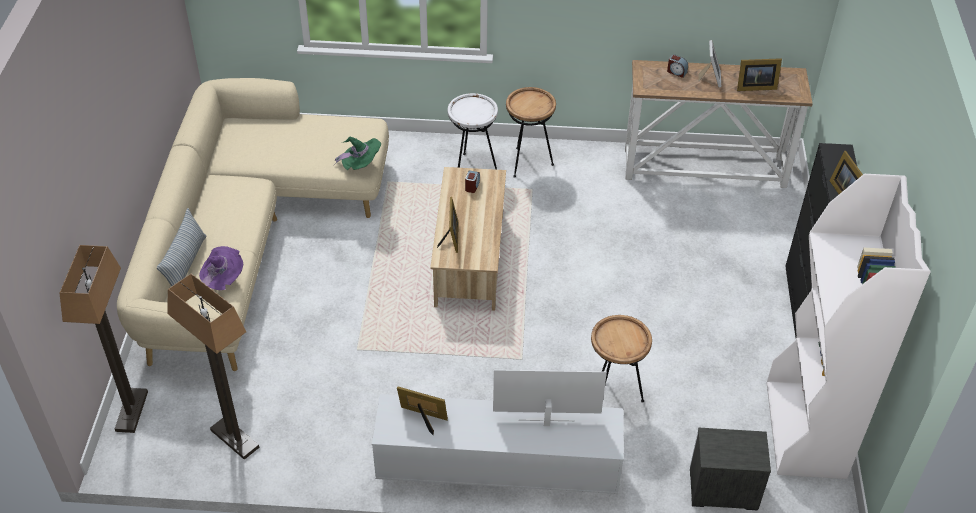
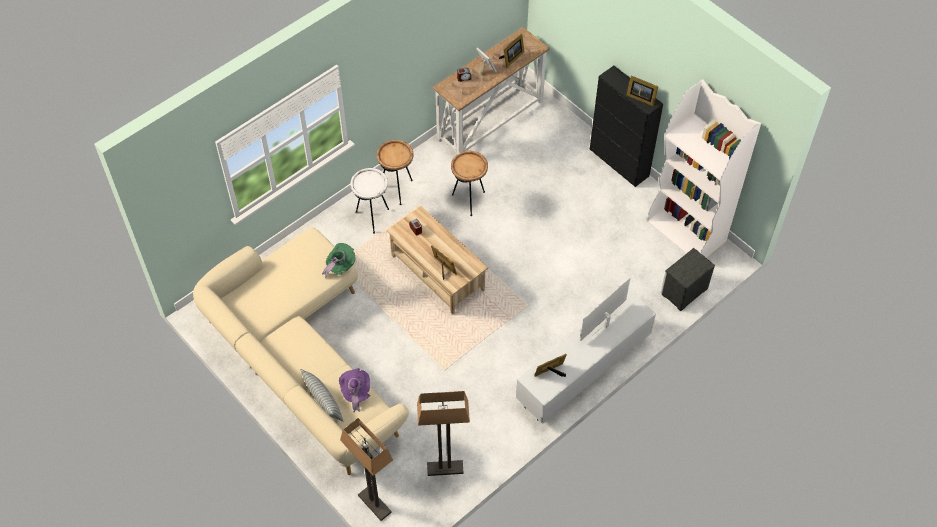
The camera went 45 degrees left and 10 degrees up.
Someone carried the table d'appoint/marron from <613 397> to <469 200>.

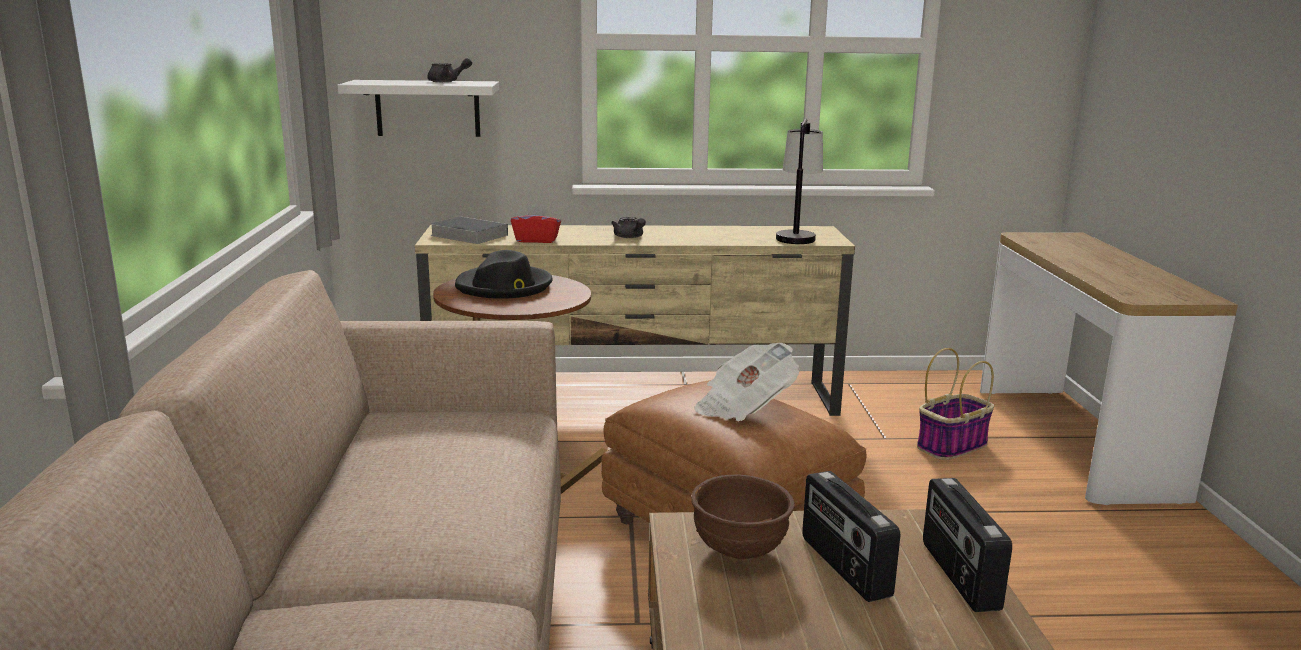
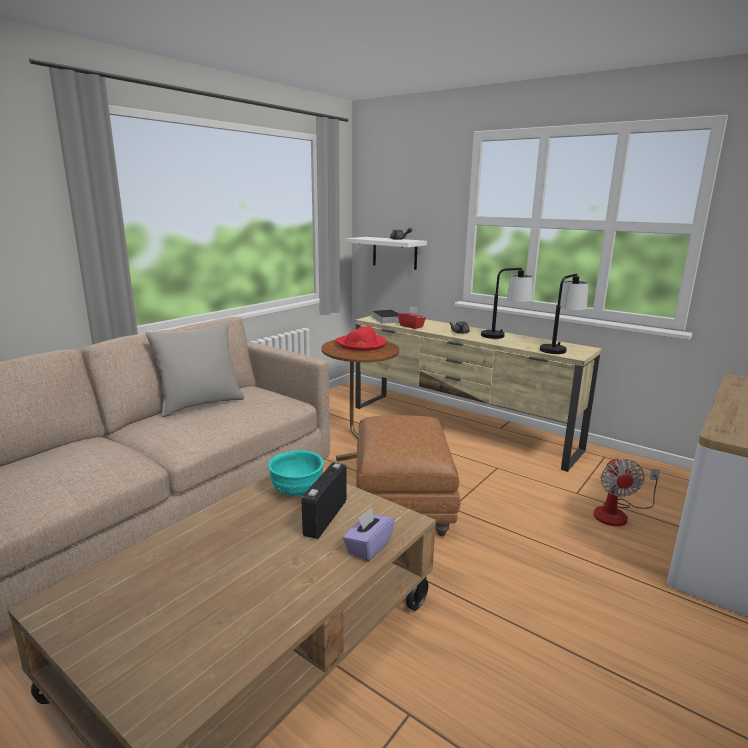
The camera went 40 degrees right and 0 degrees up.
Someone repainted the chapeau/noir at <504 286>, which became the chapeau/rouge at <361 344>.
Someone repainted the bol/marron at <740 552>, which became the bol/turquoise at <297 492>.
Someone took away the journal at <744 407>.
Someone swapped the panier at <952 446> for the ventilateur at <618 513>.
Someone swapped the radio at <958 575> for the boîte à mouchoirs/violet at <368 547>.
Someone put down the coussin/gris at <200 404>.
Someone put down the lampe de table at <504 336>.

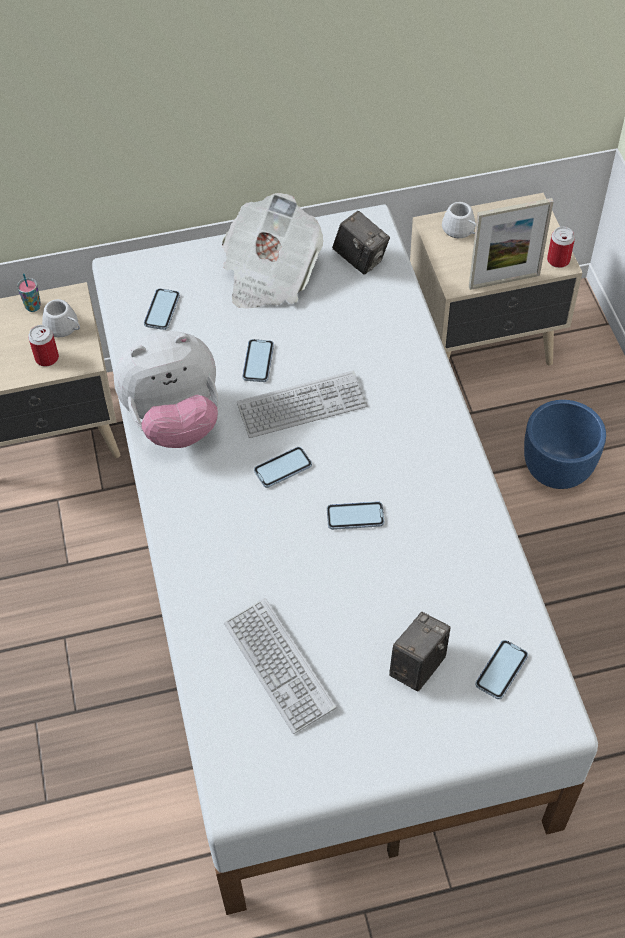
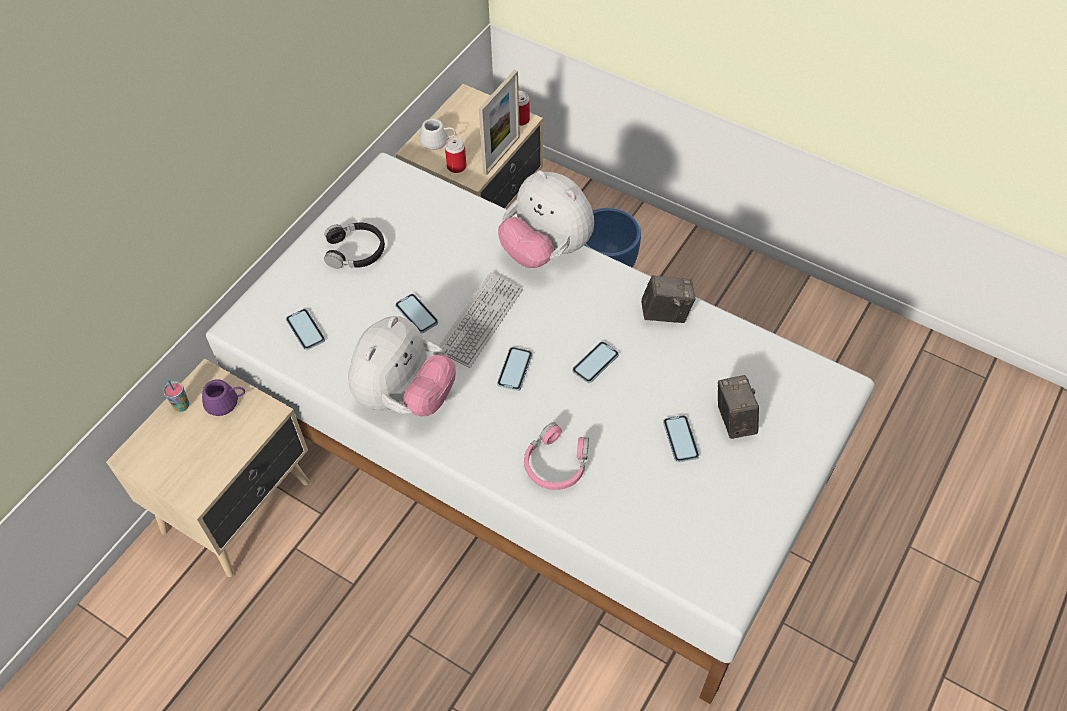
The camera went 45 degrees left and 0 degrees up.
Someone carried the boîte métallique from <47 358> to <456 166>.
Someone repainted the mug/blanc at <65 328>, which became the mug/violet at <226 402>.
Someone swapped the journal at <269 274> for the casque audio/noir at <355 251>.
Someone took away the clavier at <279 666>.
Someone carried the appareil photo from <360 259> to <665 313>.
Someone carried the téléphone from <501 670> to <680 439>.
Someone put down the peluche at <546 250>.
Someone put down the casque audio/rose at <556 463>.

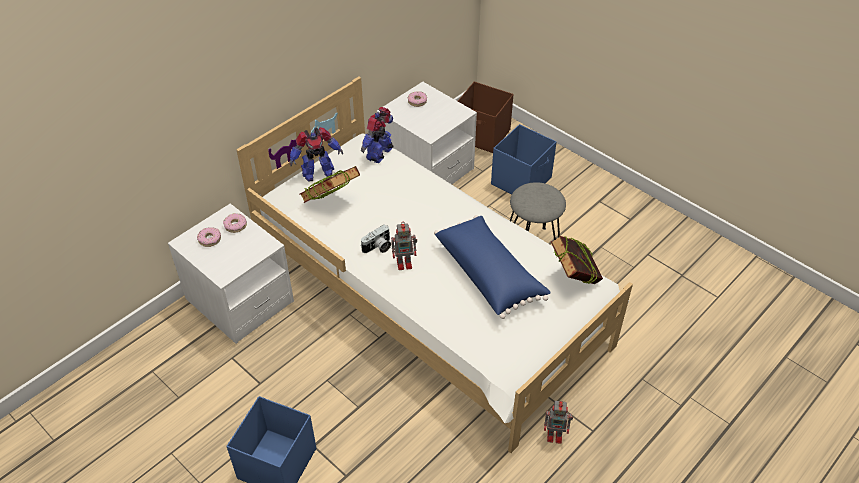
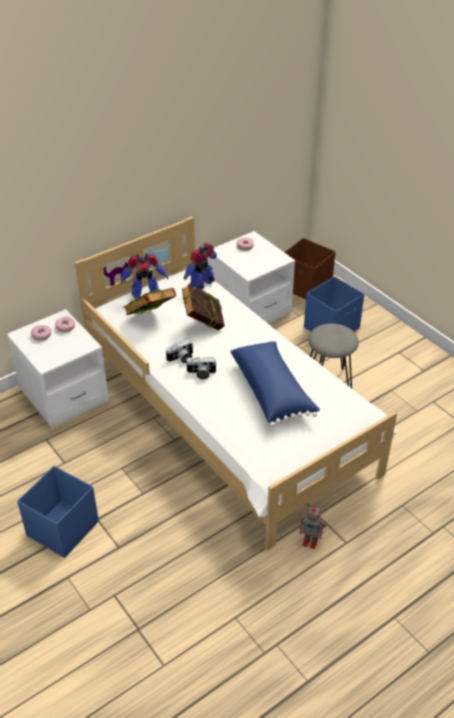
The camera went 10 degrees right and 5 degrees down.
Someone swapped the robot jouet at <405 263> for the appareil photo at <201 373>.
Someone carried the livre from <573 278> to <203 324>.

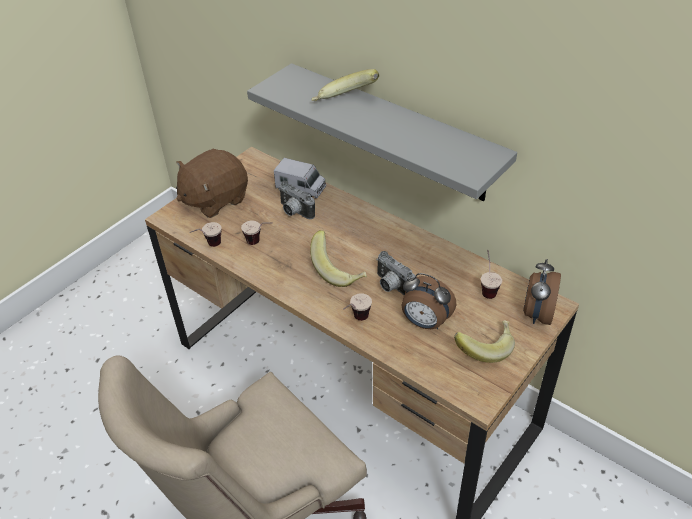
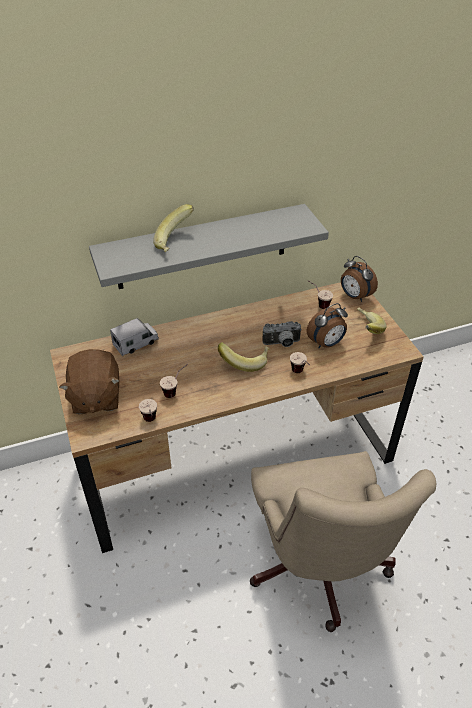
The camera went 60 degrees left and 0 degrees up.
Someone took away the appareil photo at <294 212>.

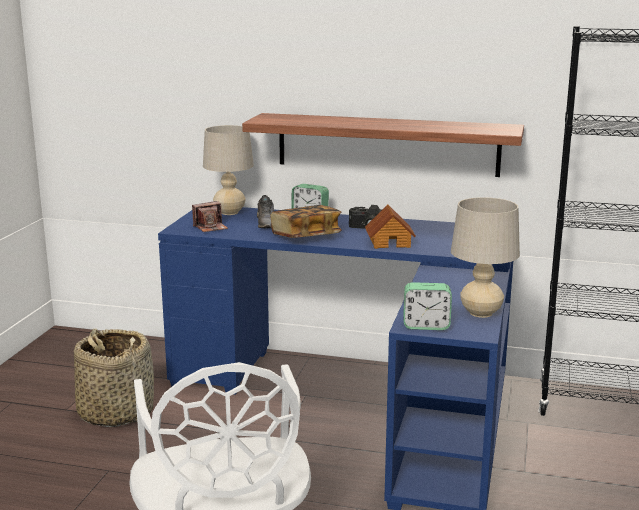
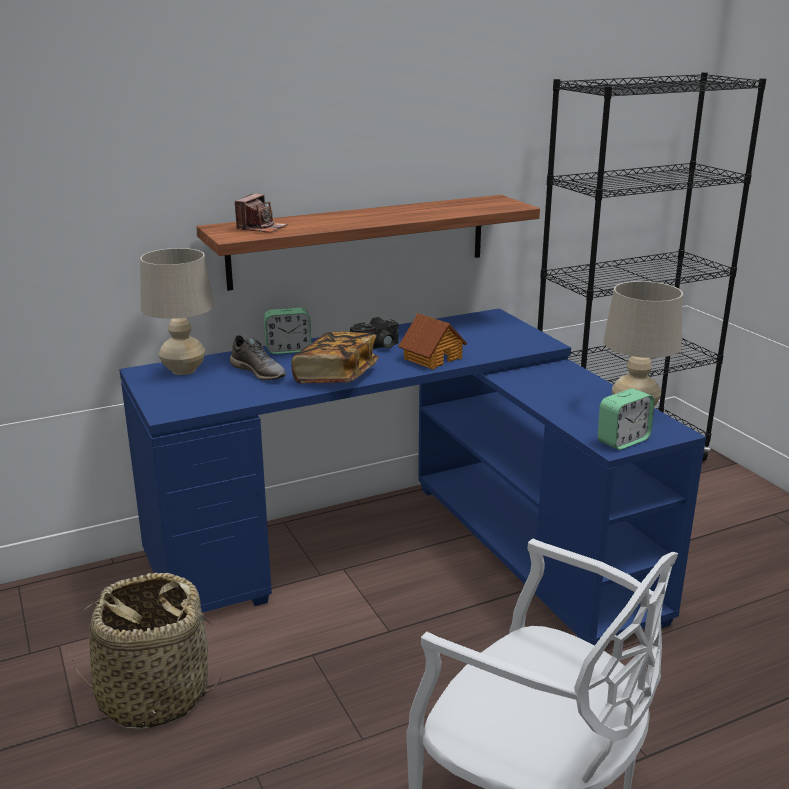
The camera went 40 degrees left and 5 degrees up.
Someone carried the appareil photo from <210 227> to <261 228>.

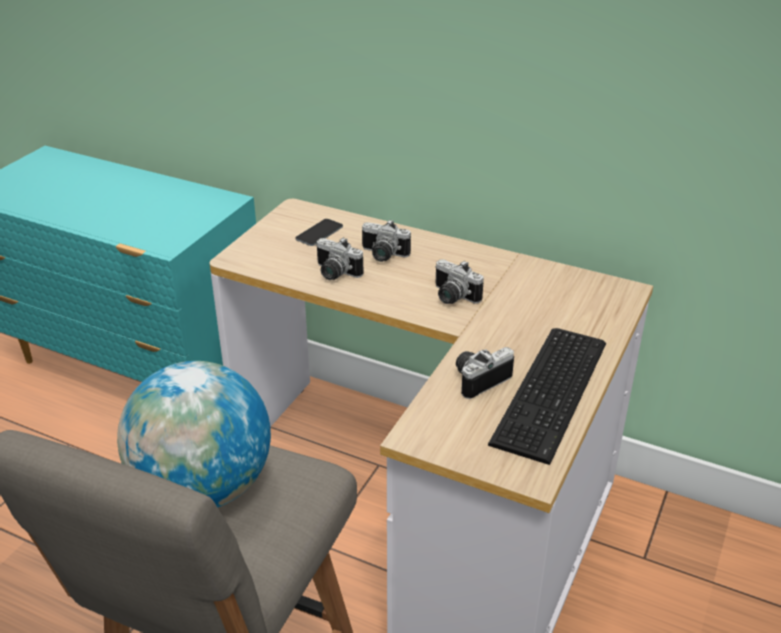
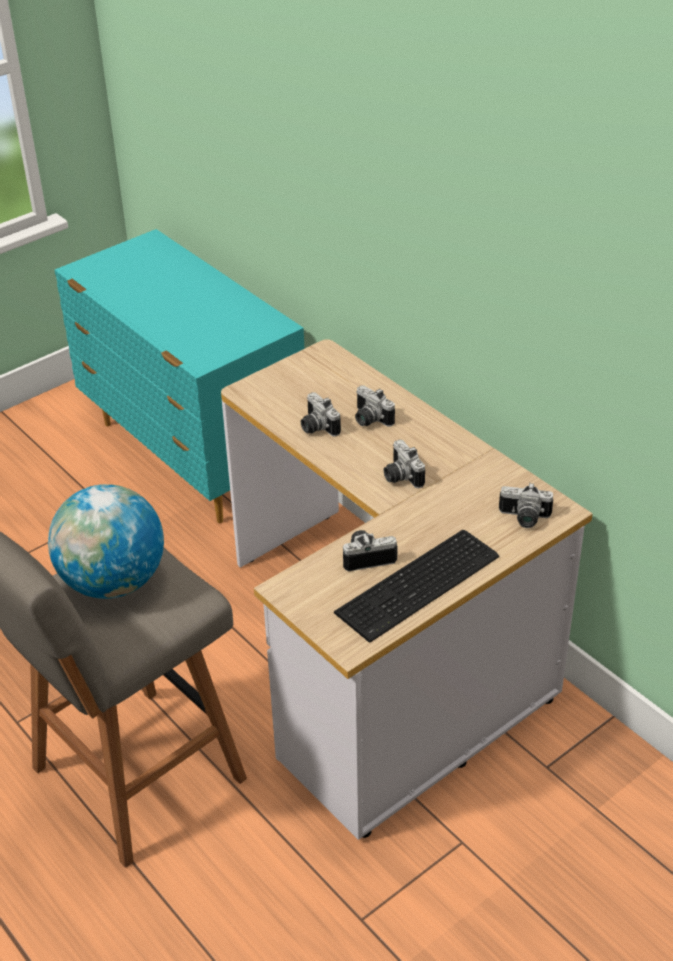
The camera went 25 degrees right and 5 degrees up.
Someone took away the téléphone at <319 233>.
Someone put down the appareil photo at <524 519>.

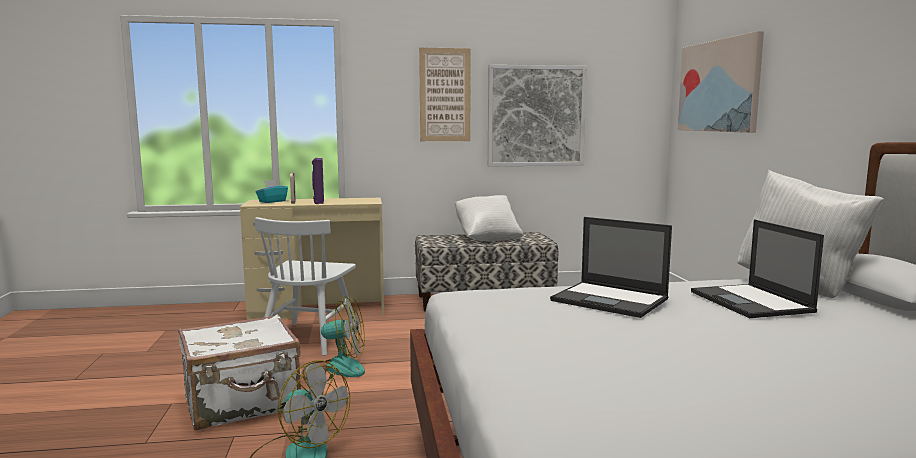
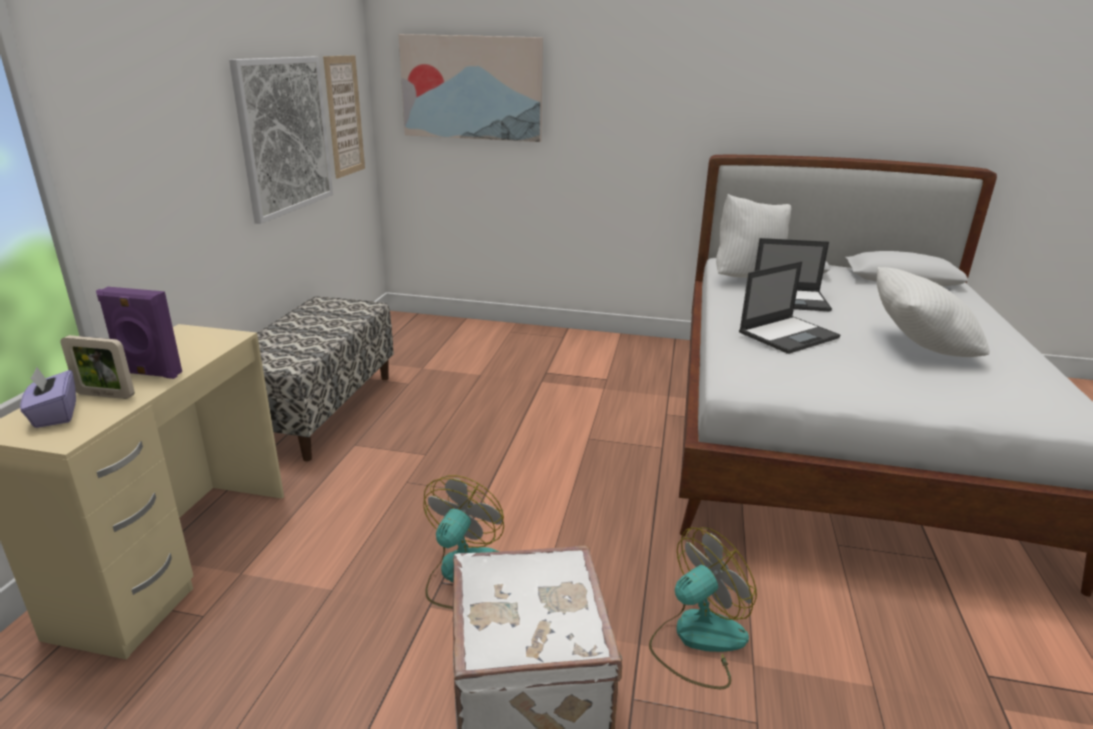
The camera went 70 degrees left and 15 degrees up.
Someone took away the chaise/blanc at <309 338>.
Someone repainted the boîte à mouchoirs/turquoise at <272 201>, which became the boîte à mouchoirs/violet at <54 415>.
Someone carried the tableau from <445 95> to <344 116>.
Someone carried the coussin/blanc from <487 238> to <919 347>.

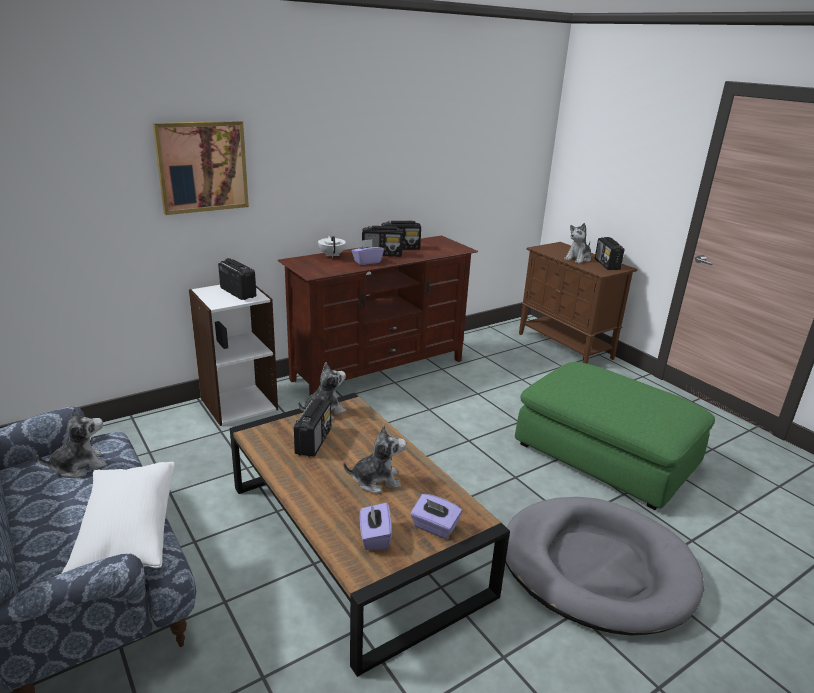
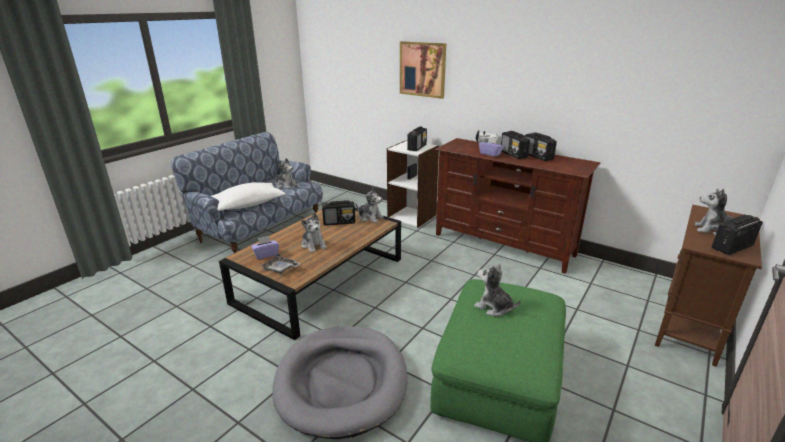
The camera went 70 degrees right and 0 degrees up.
Someone swapped the boîte à mouchoirs/violet at <434 527> for the plateau/gris at <280 269>.
Someone put down the peluche at <494 307>.

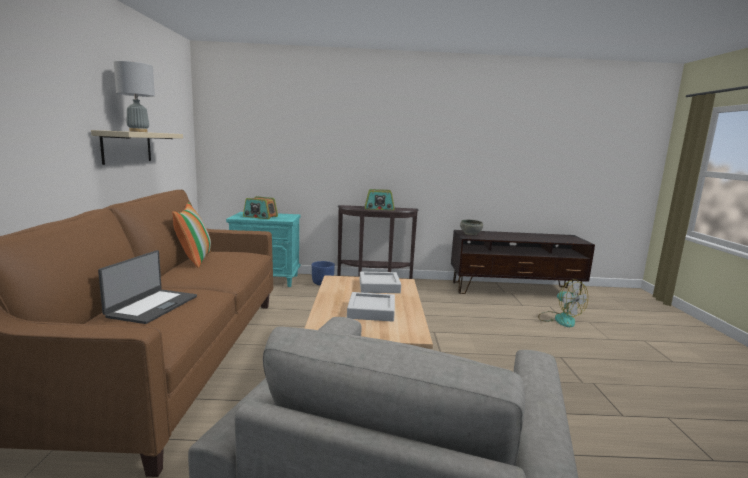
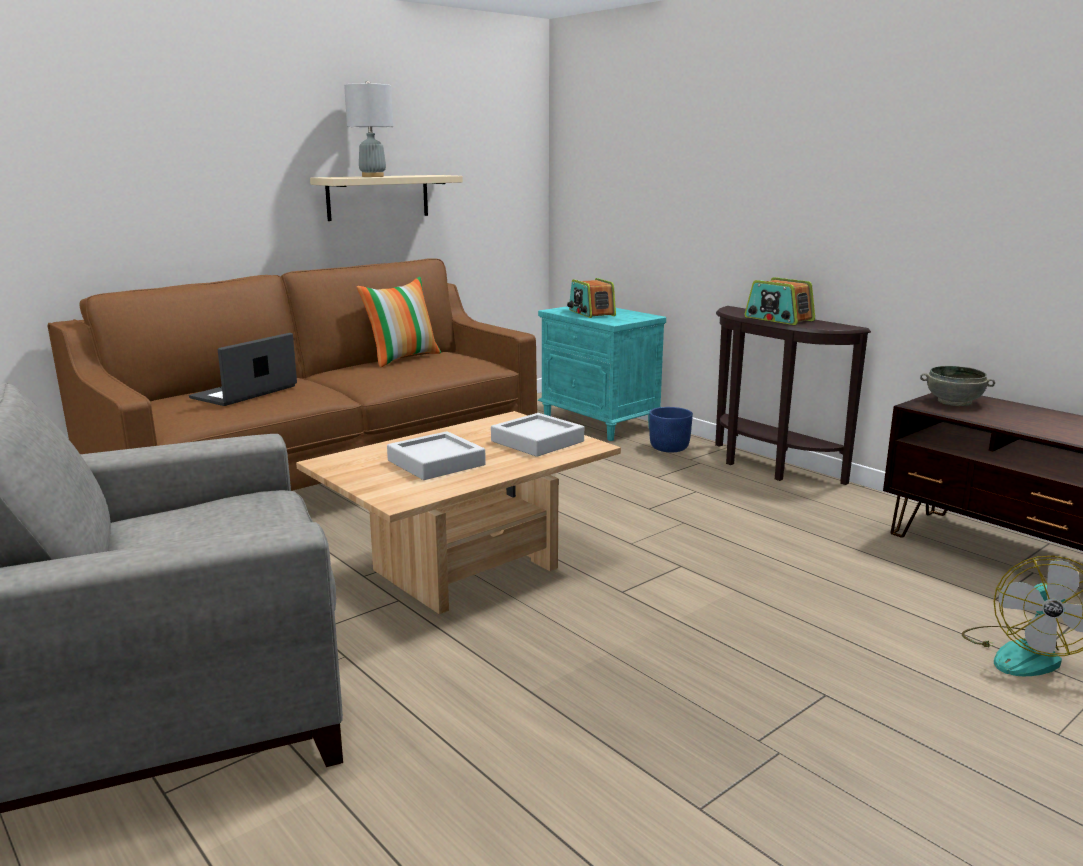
The camera went 50 degrees right and 5 degrees up.
Someone rotated the ordinateur portable at <152 306> by 150 degrees clockwise.

